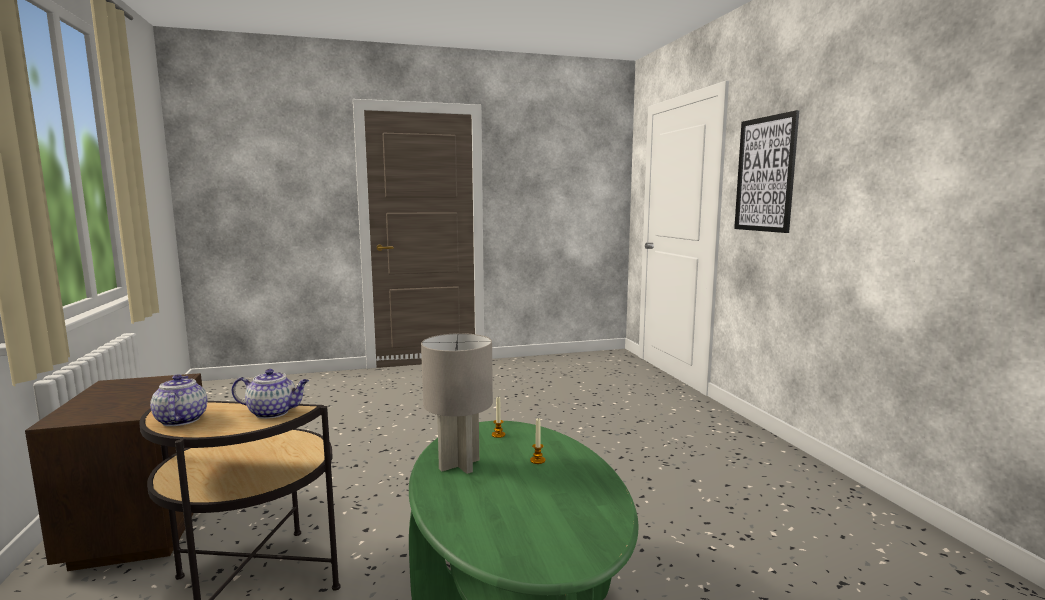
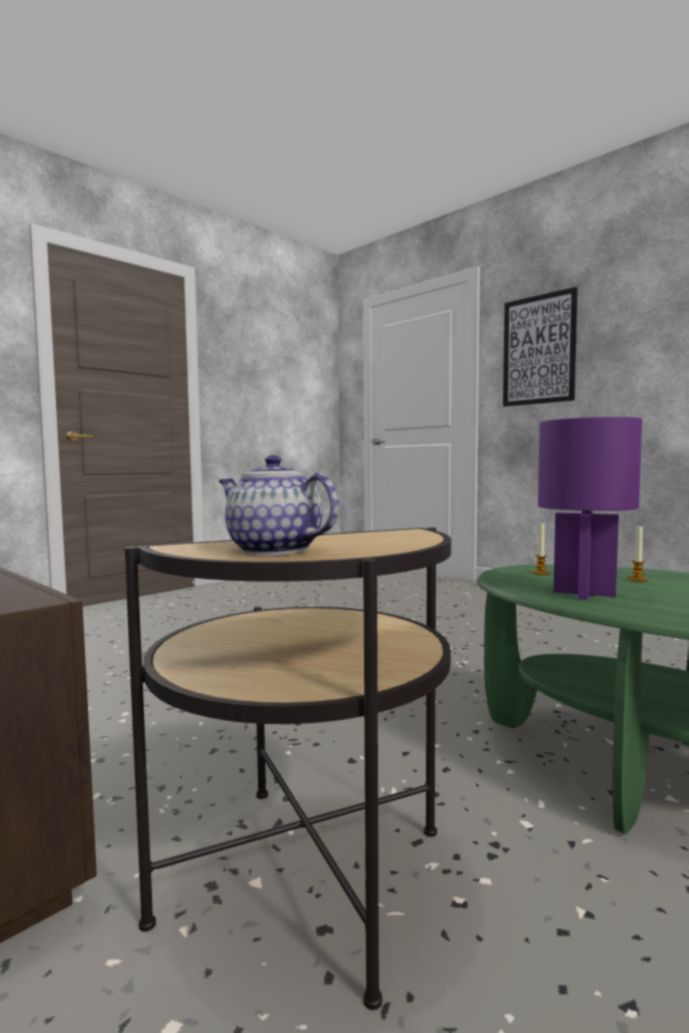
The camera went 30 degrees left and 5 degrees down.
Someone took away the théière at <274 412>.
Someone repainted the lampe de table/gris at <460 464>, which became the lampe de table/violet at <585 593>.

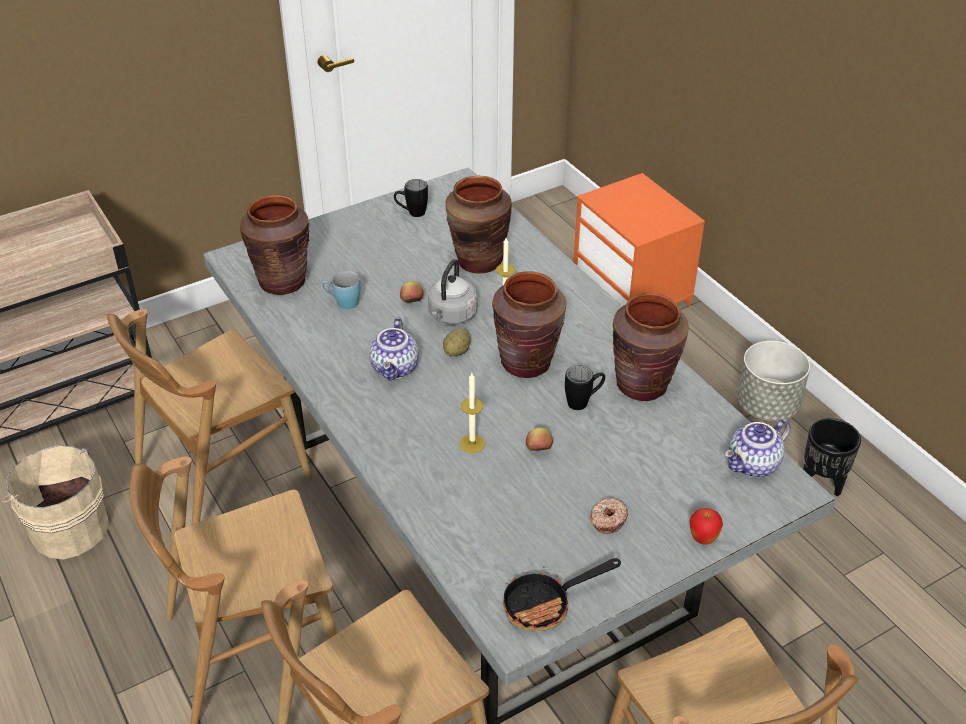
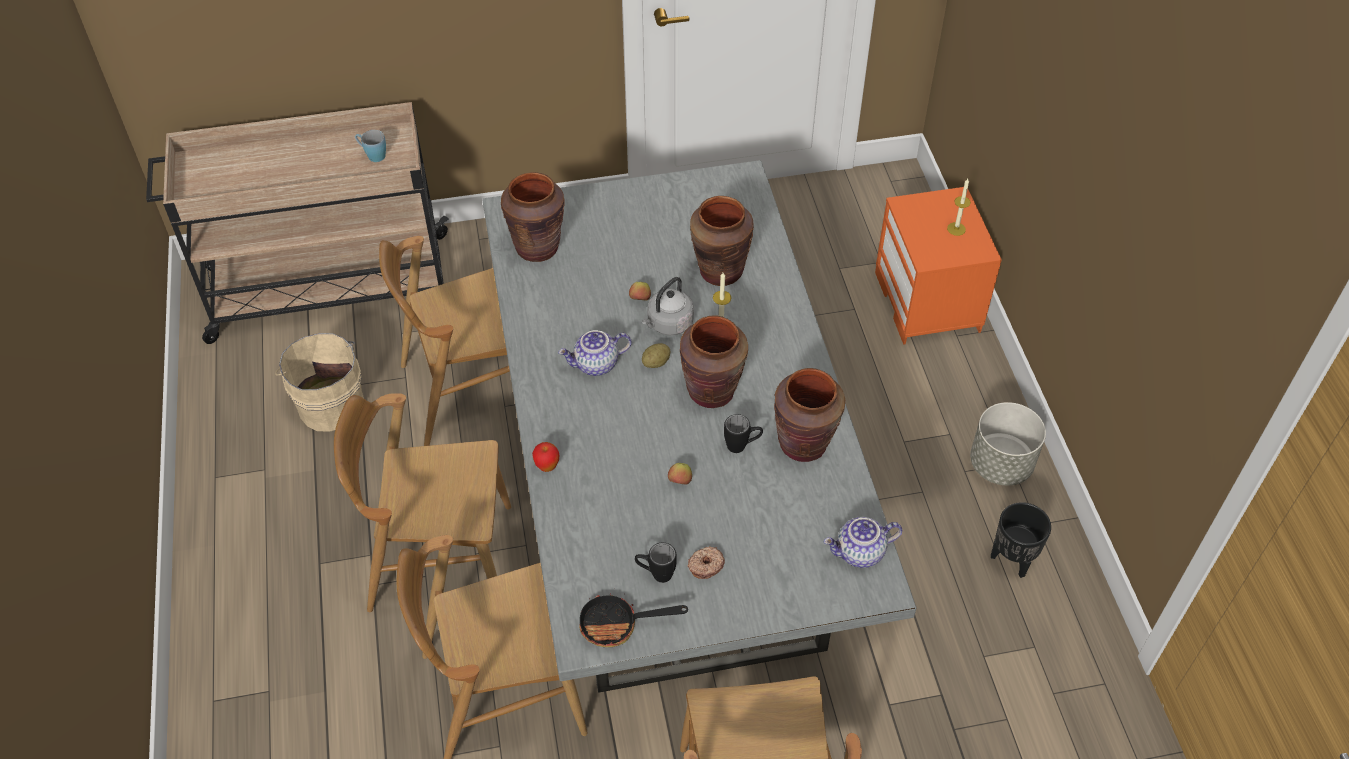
The camera went 20 degrees right and 10 degrees up.
Someone carried the mug/bleu from <342 303> to <372 155>.
Someone rotated the théière at <396 368> by 45 degrees clockwise.
Someone carried the mug/noir from <411 213> to <655 574>.
Someone carried the bougie from <472 444> to <956 229>.
Someone carried the pomme from <703 539> to <547 466>.

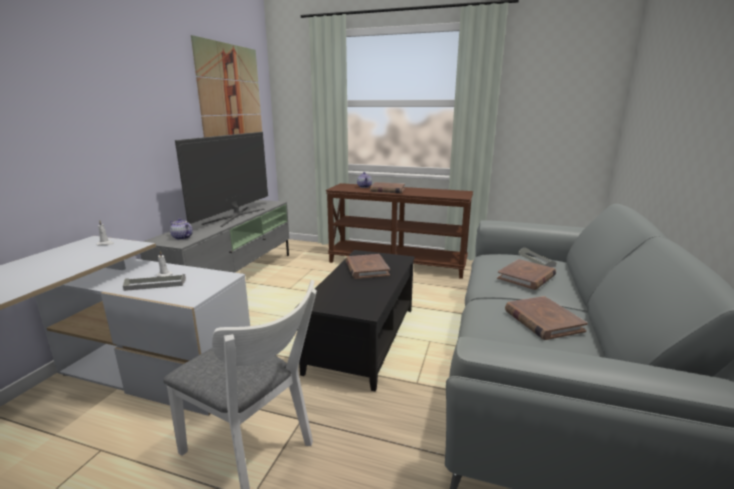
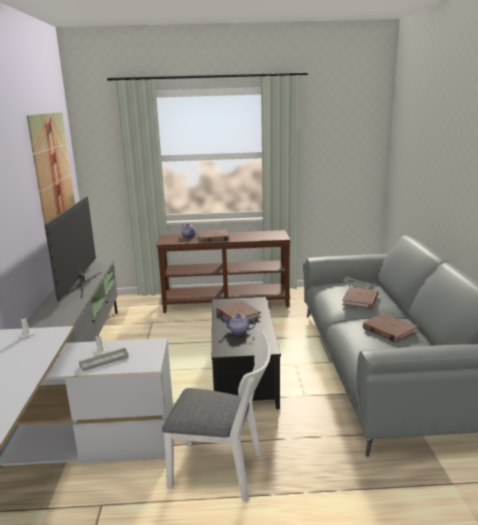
The camera went 20 degrees left and 0 degrees up.
Someone carried the théière from <181 238> to <238 332>.

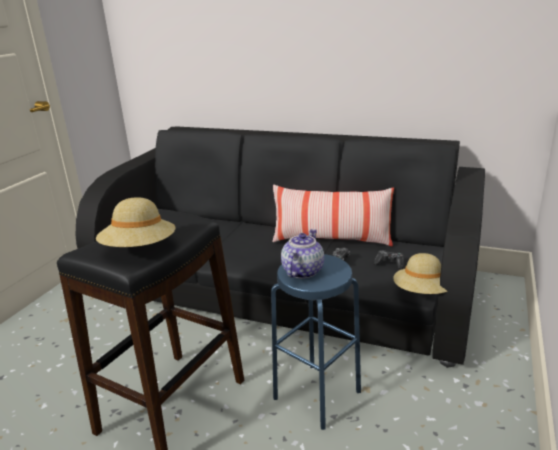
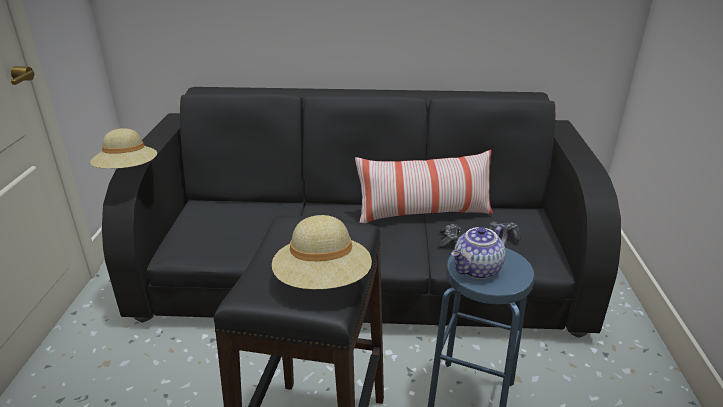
The camera went 20 degrees left and 5 degrees up.
Someone rotated the théière at <302 271> by 135 degrees counterclockwise.
Someone carried the chapeau/beige from <422 293> to <128 171>.

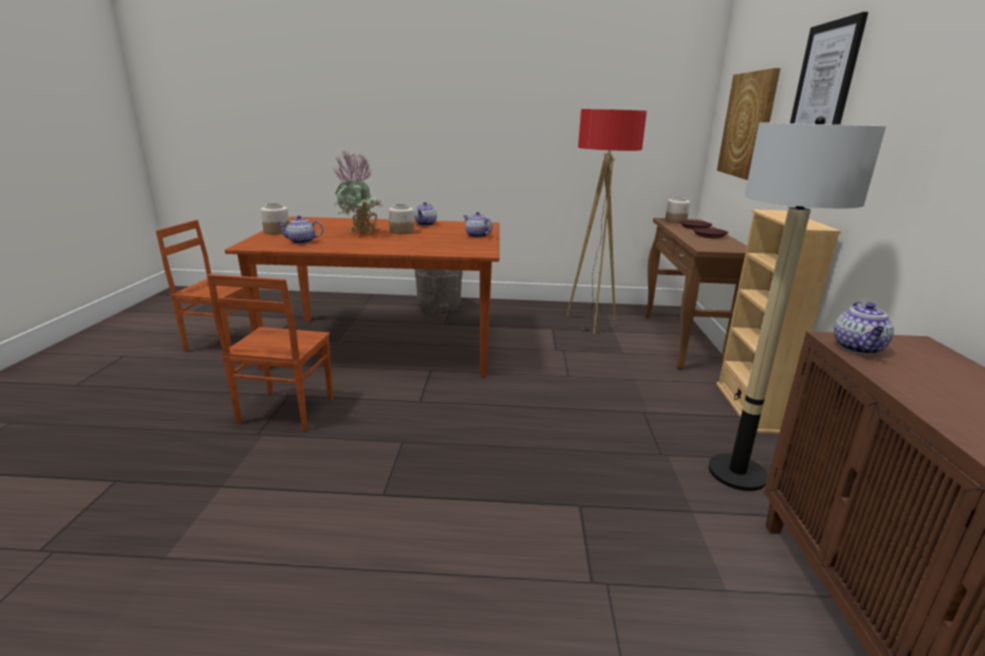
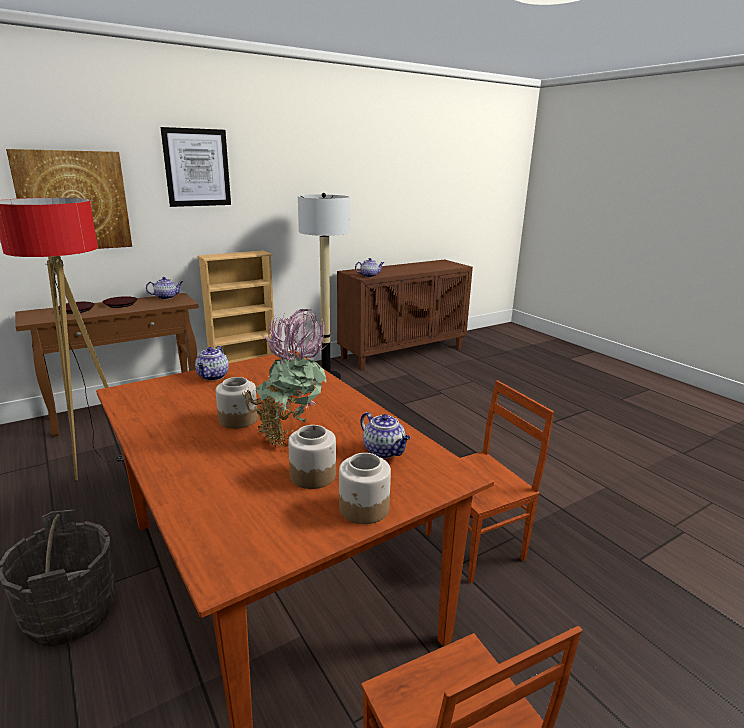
The camera went 125 degrees left and 0 degrees up.
Someone carried the théière from <425 224> to <166 297>.
Someone carried the bocal from <676 221> to <313 475>.

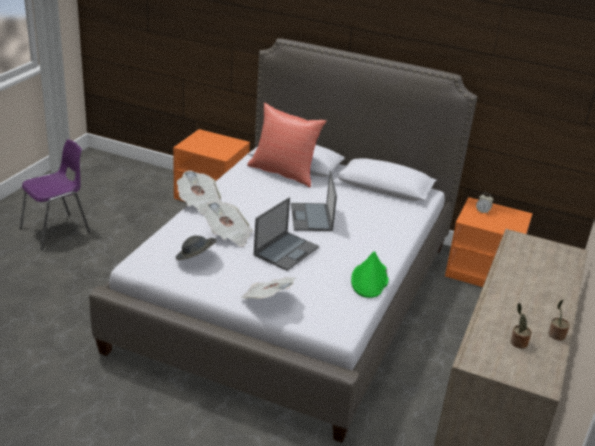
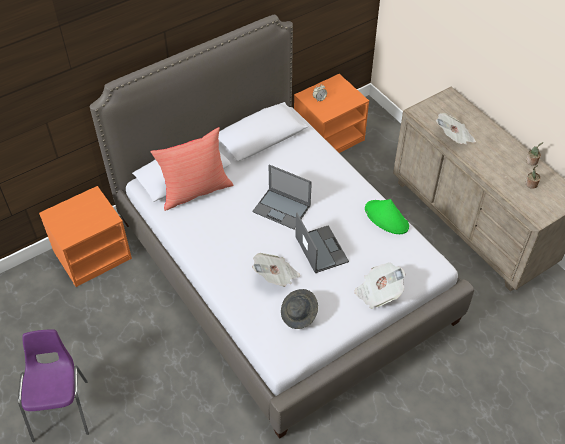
The camera went 55 degrees left and 20 degrees up.
Someone carried the journal from <199 204> to <454 138>.

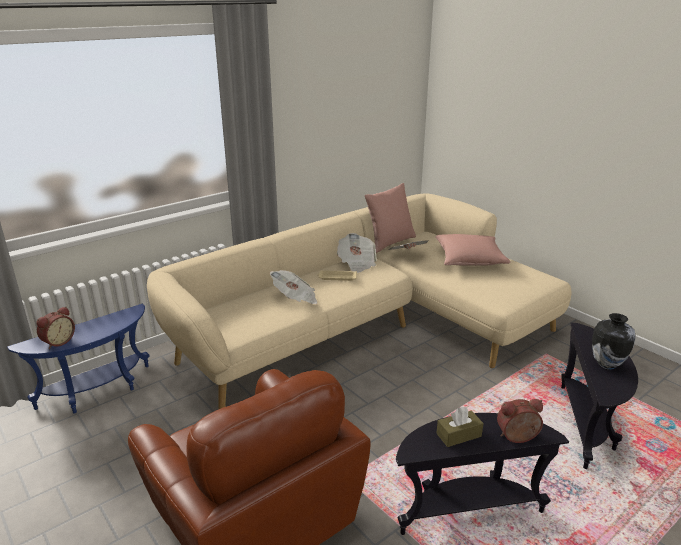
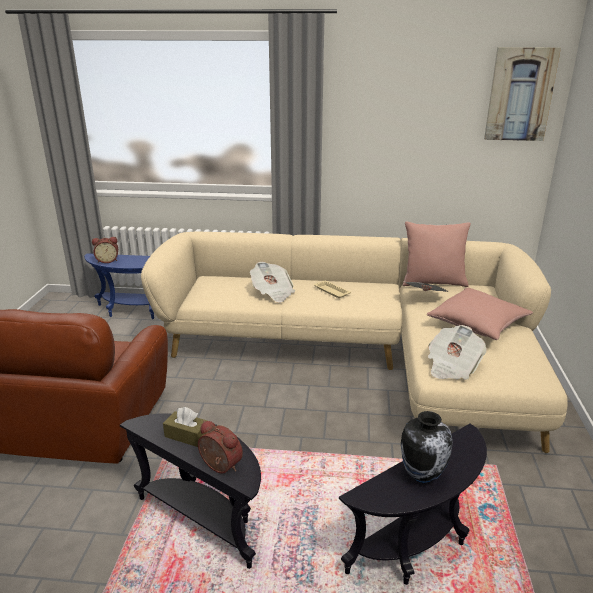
The camera went 45 degrees right and 0 degrees up.
Someone carried the journal from <356 263> to <452 366>.
Someone put up the tableau at <520 94>.

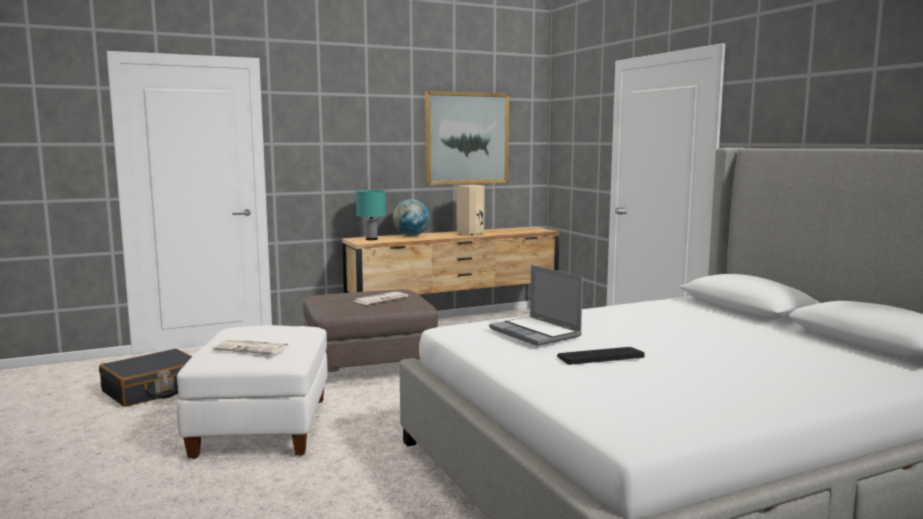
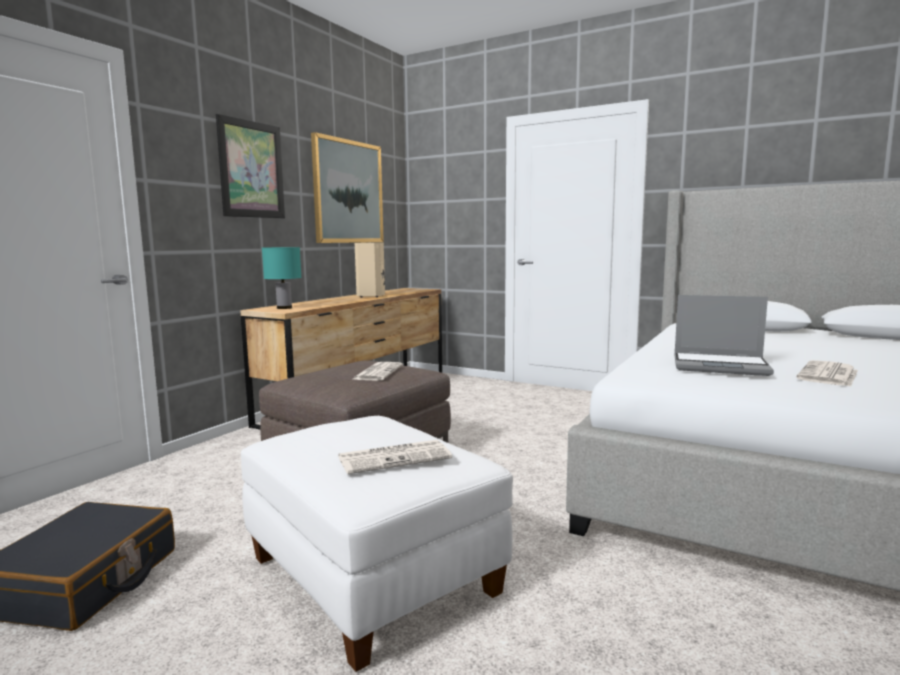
The camera went 35 degrees left and 0 degrees up.
Someone took away the globe at <411 236>.
Someone swapped the clavier at <600 356> for the journal at <828 375>.
Someone put up the tableau at <251 169>.

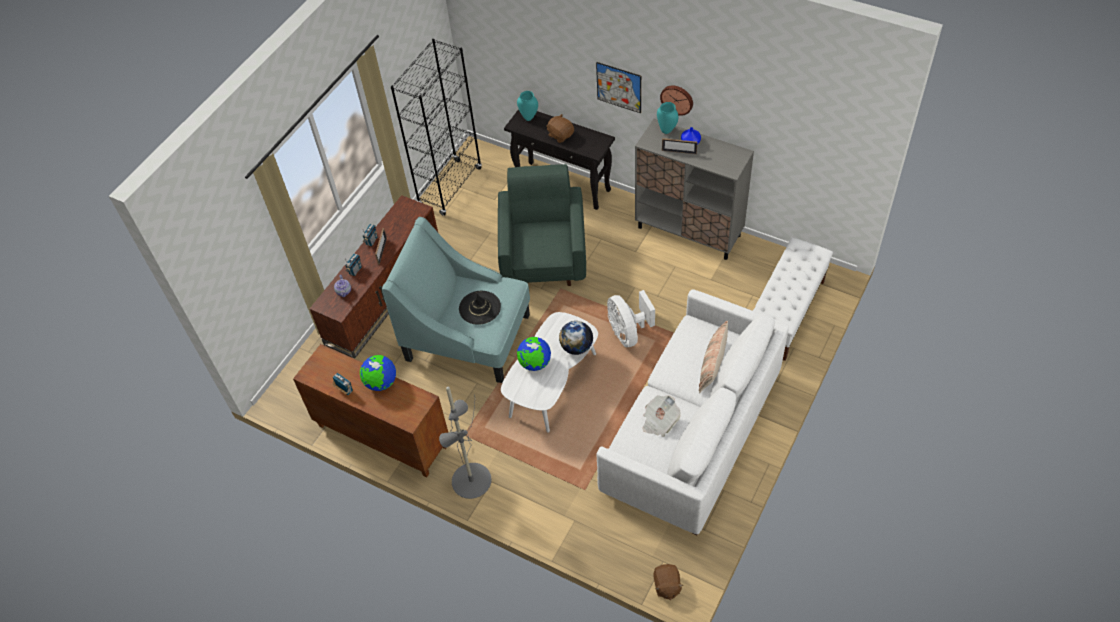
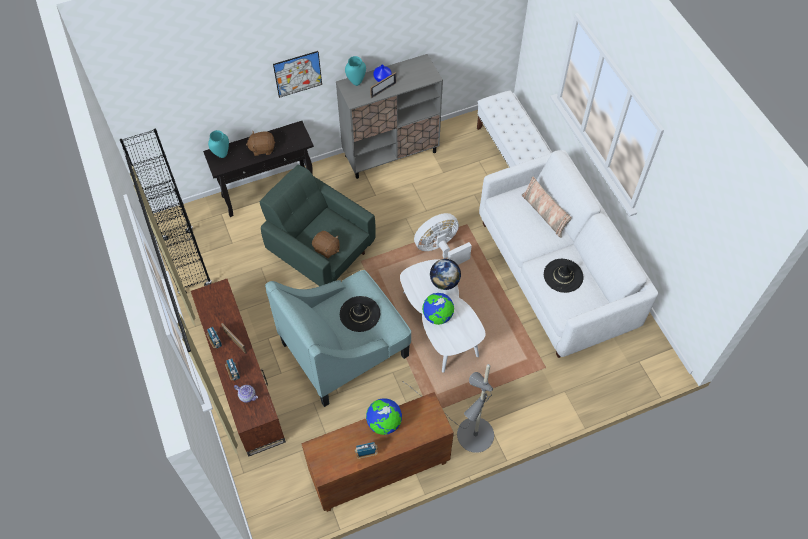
The camera went 55 degrees left and 5 degrees up.
Someone rotated the ventilateur/blanc at <628 332> by 135 degrees clockwise.
Someone swapped the journal at <659 421> for the chapeau/noir at <563 276>.
Someone carried the peluche/marron from <666 586> to <326 249>.
Someone took away the horloge murale at <677 99>.

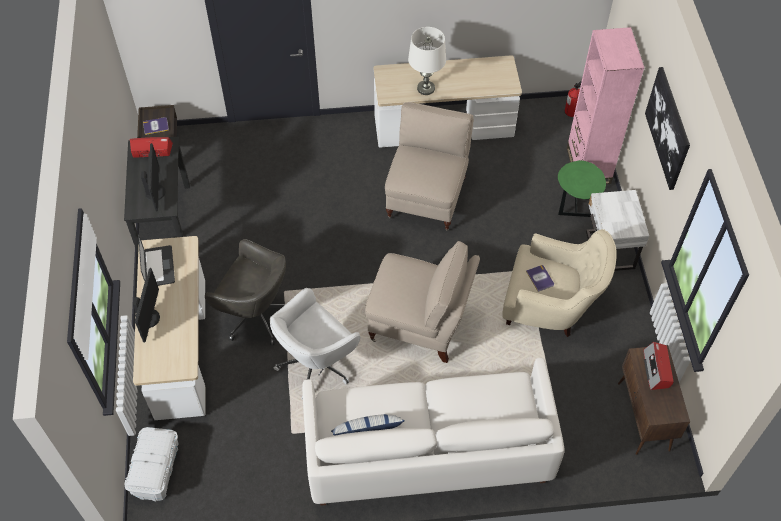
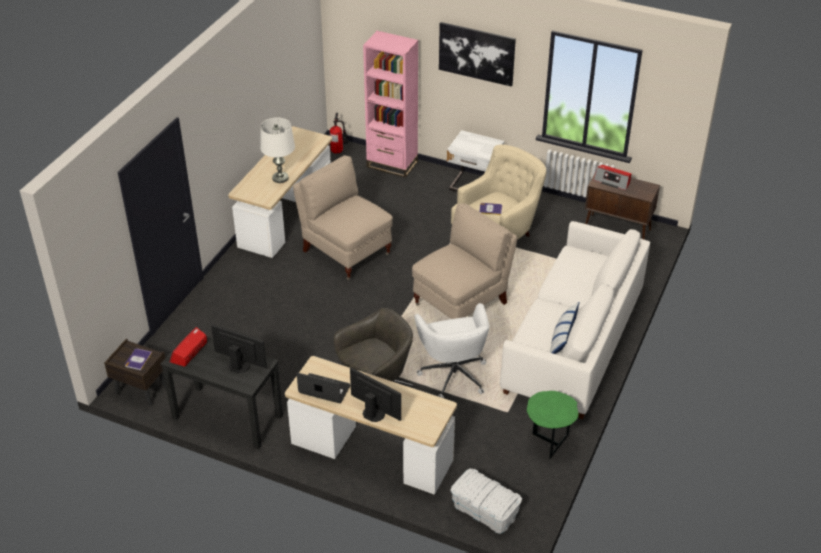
The camera went 60 degrees left and 15 degrees down.
Someone carried the table d'appoint/vert from <575 207> to <548 442>.

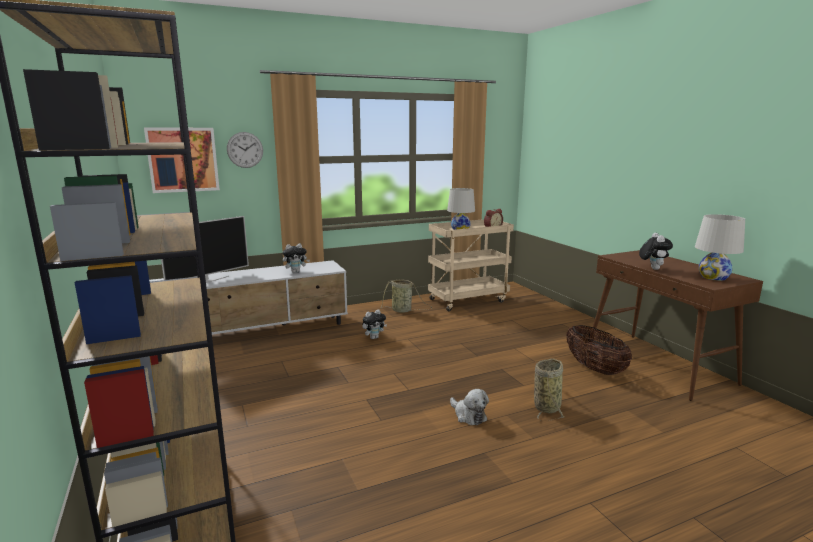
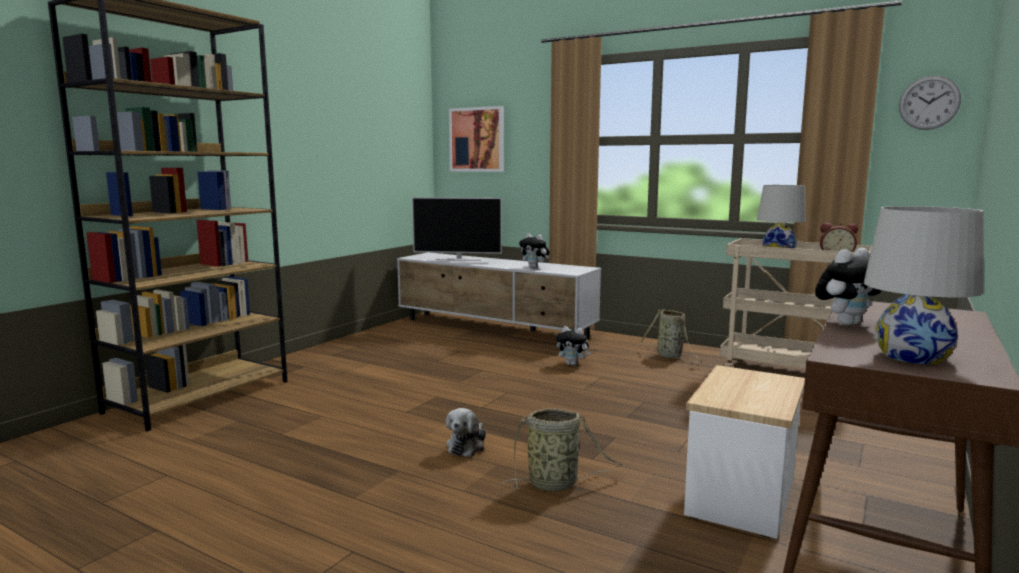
The camera went 55 degrees right and 5 degrees down.
Someone carried the horloge murale from <245 150> to <929 102>.
Someone swapped the panier at <594 368> for the table d'appoint at <739 496>.

